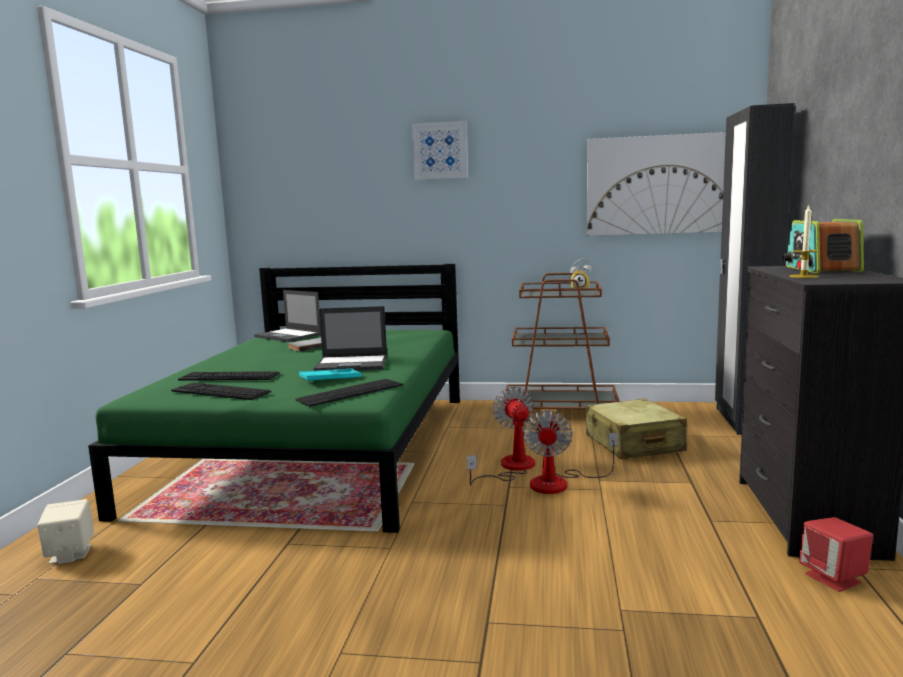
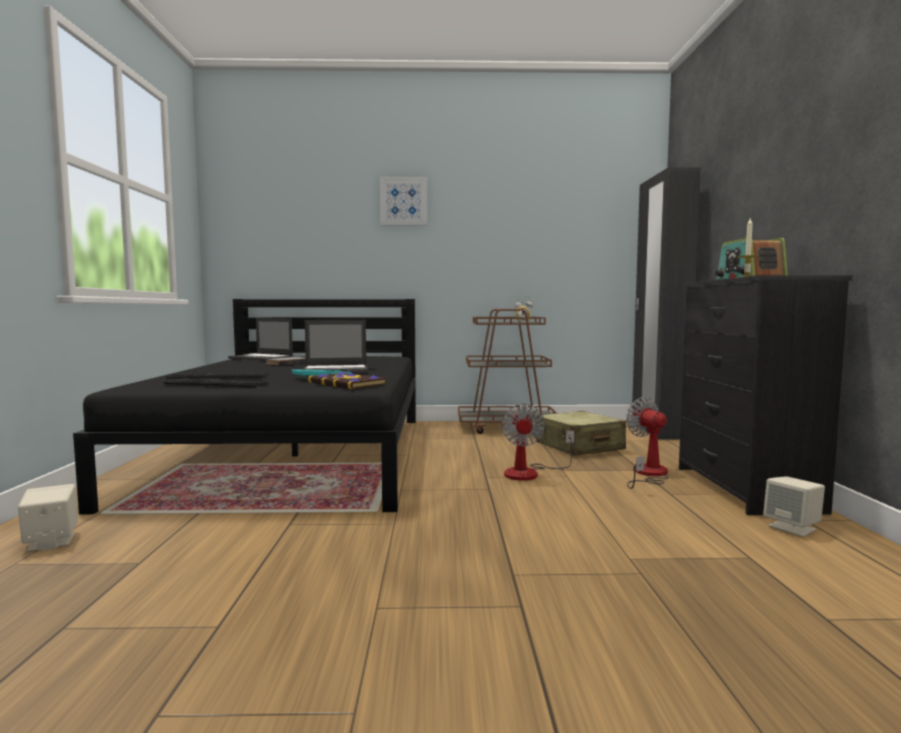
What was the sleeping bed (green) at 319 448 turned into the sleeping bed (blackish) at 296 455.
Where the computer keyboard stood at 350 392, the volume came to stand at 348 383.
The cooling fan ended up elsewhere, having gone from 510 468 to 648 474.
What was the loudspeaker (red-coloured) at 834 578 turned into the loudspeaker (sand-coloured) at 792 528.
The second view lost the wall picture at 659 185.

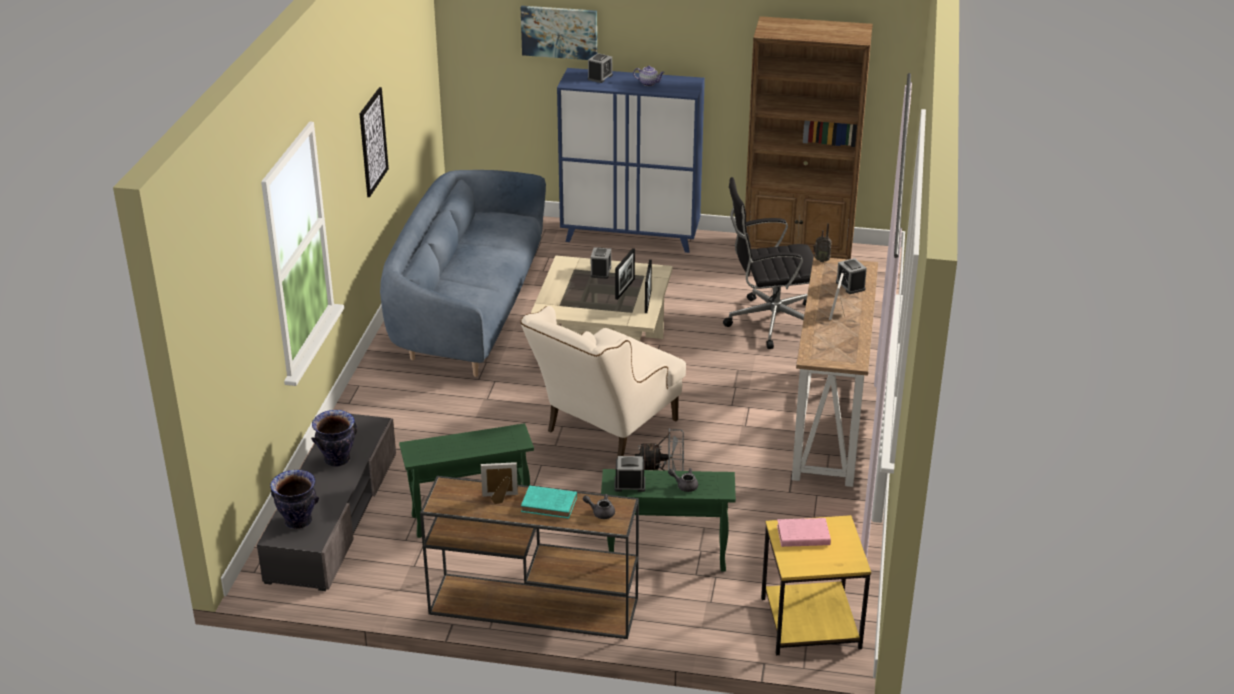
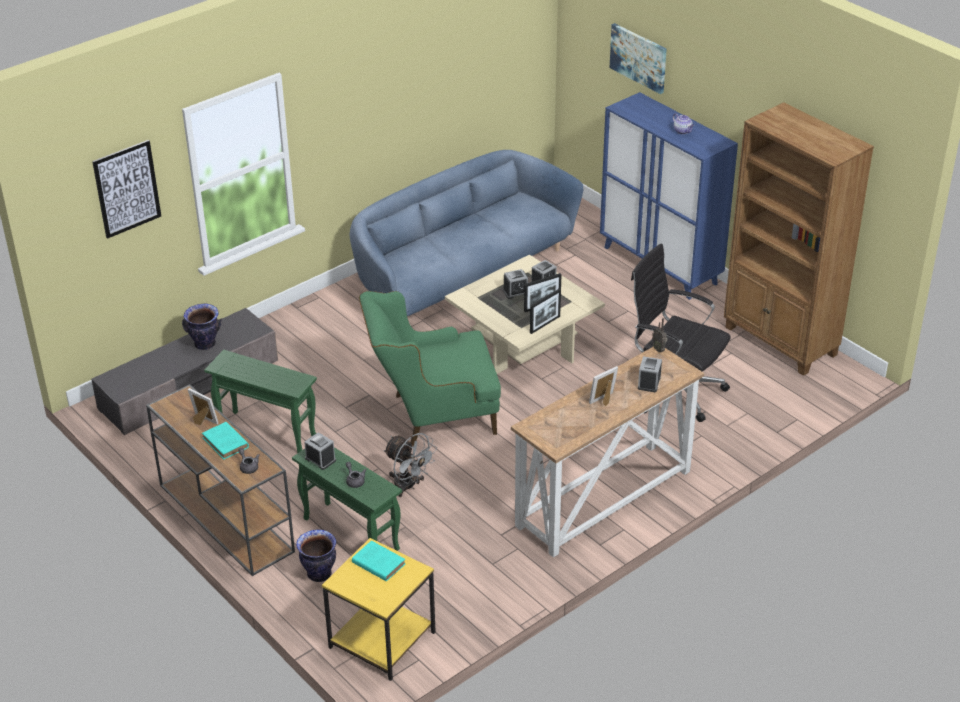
The wall picture ended up elsewhere, having gone from 373 142 to 127 189.
The flower vase ended up elsewhere, having gone from 298 521 to 319 574.
What was the volume (pink-coloured) at 801 535 turned into the volume (turquoise) at 377 563.
What was the lounge chair (sand-coloured) at 604 432 turned into the lounge chair (green) at 432 416.
The table clock ended up elsewhere, having gone from 600 77 to 515 292.

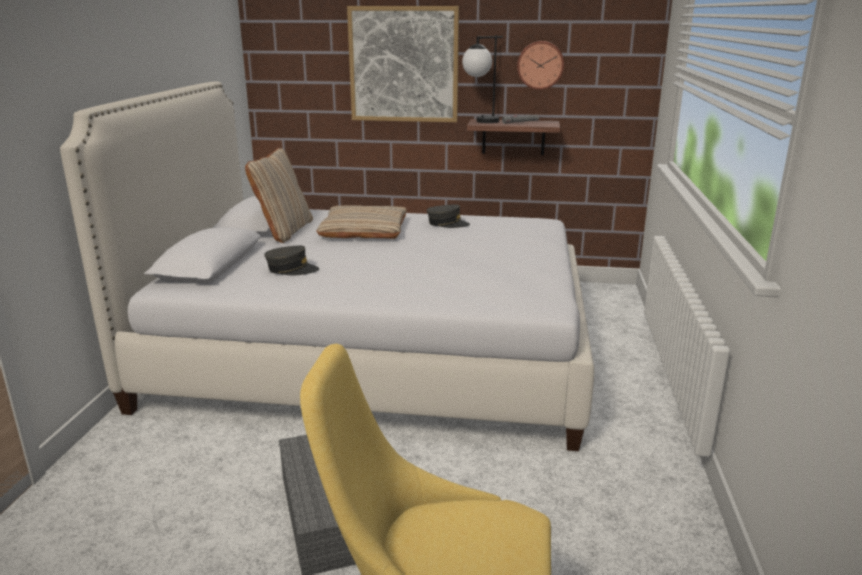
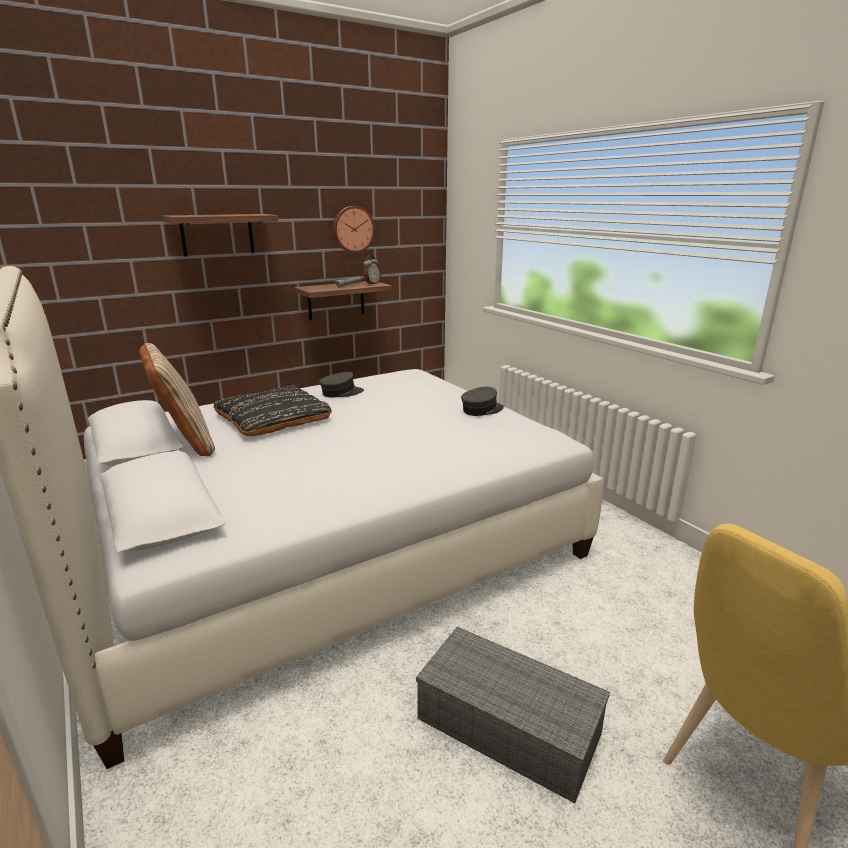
Where the wall picture hung at 403 64, the wall shelf came to hang at 217 234.
What was the pillow (sand-coloured) at 363 230 turned into the pillow (blackish) at 273 418.
The second view gained the table clock at 372 284.
The cap (greyish) ended up elsewhere, having gone from 291 269 to 482 410.
The second view lost the table lamp at 480 122.

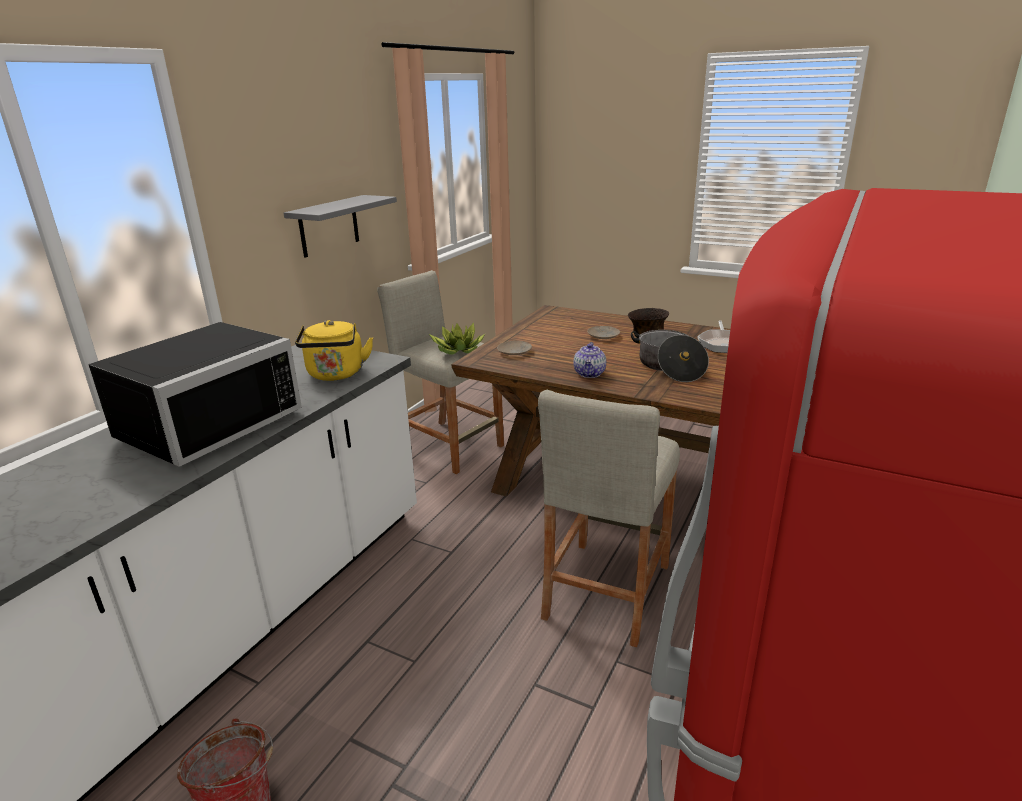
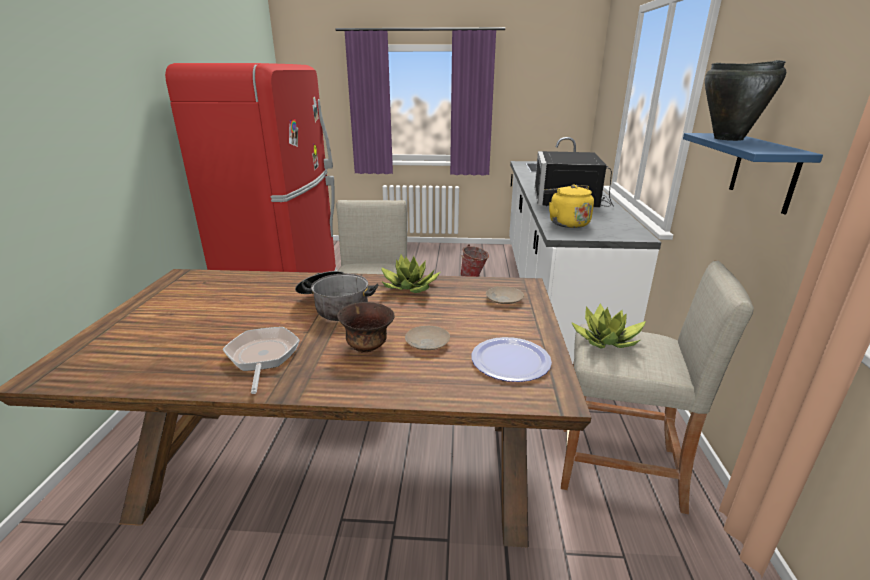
Where the tea pot stood at 590 374, the potted plant came to stand at 409 287.
The second view gained the plate at 511 361.
What was the wall shelf (greyish) at 329 226 turned into the wall shelf (blue) at 764 172.
The second view gained the cooking pot (blackish) at 729 139.

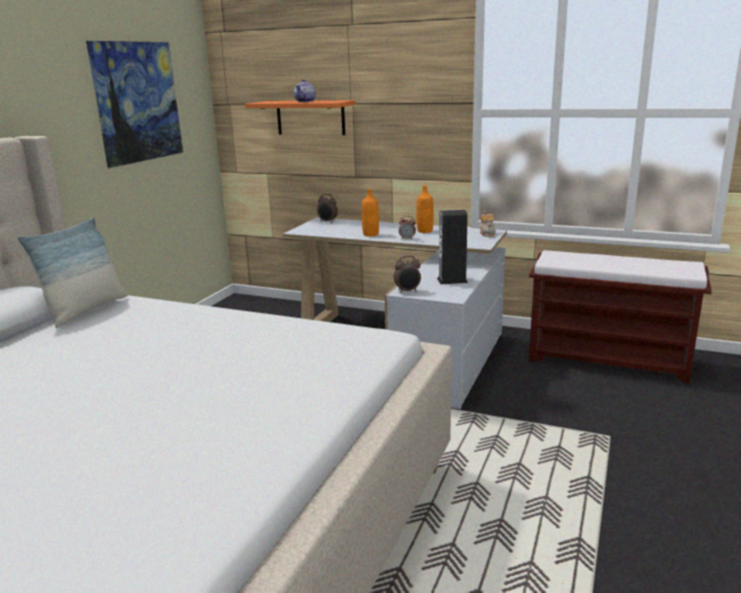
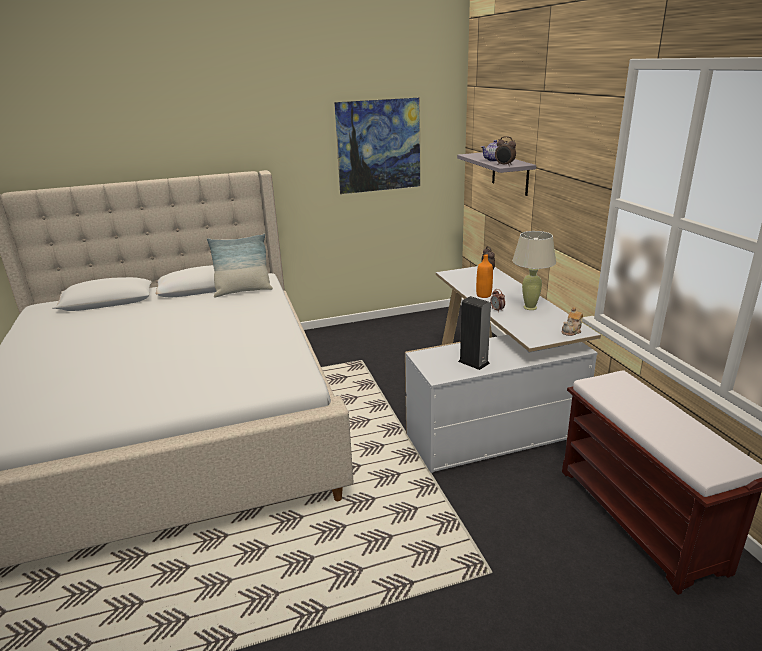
What was the wall shelf (orange) at 310 117 turned into the wall shelf (greyish) at 510 173.
The table clock ended up elsewhere, having gone from 407 291 to 504 165.
Where the bottle (orange) stood at 425 231, the table lamp (sand-coloured) came to stand at 530 307.

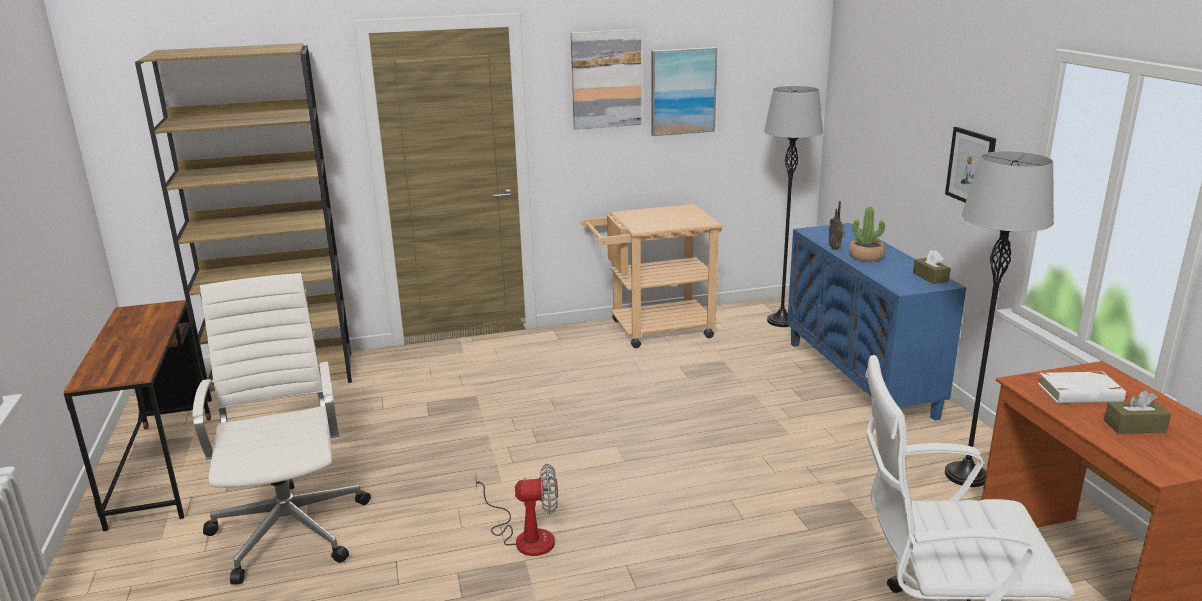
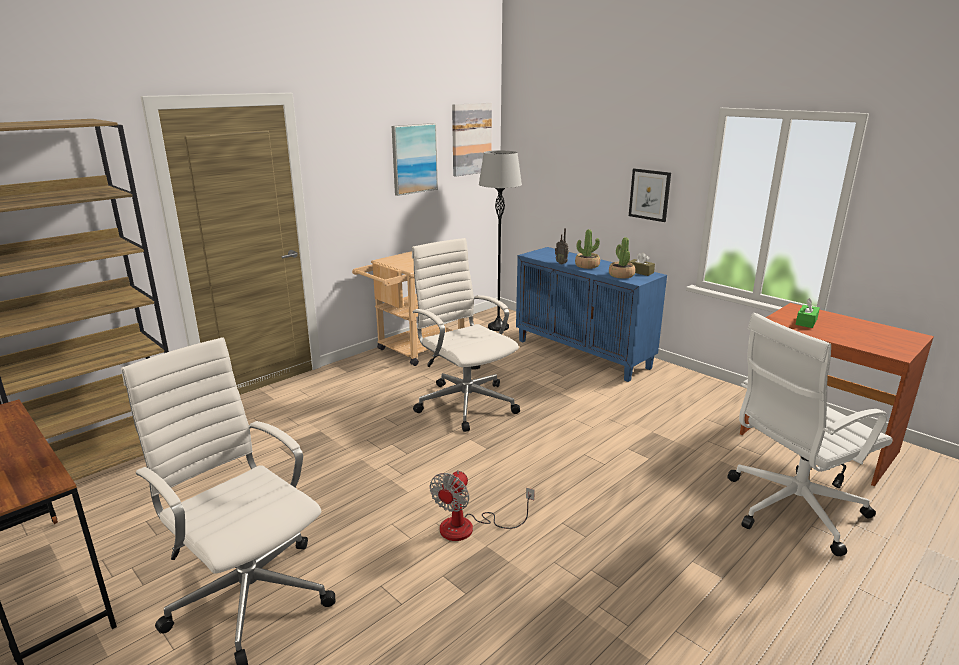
The second view gained the desk chair (whitish) at 465 402.
The cooling fan at 525 536 ended up facing another way, 150 degrees clockwise from before.
The wall picture ended up elsewhere, having gone from 606 79 to 471 139.
The second view gained the potted plant at 621 275.
Where the volume (whitish) stood at 1080 393, the box of tissues (green) came to stand at 806 322.
The second view lost the floor lamp (greyish) at 965 475.
The second view lost the box of tissues (brown) at 1134 426.

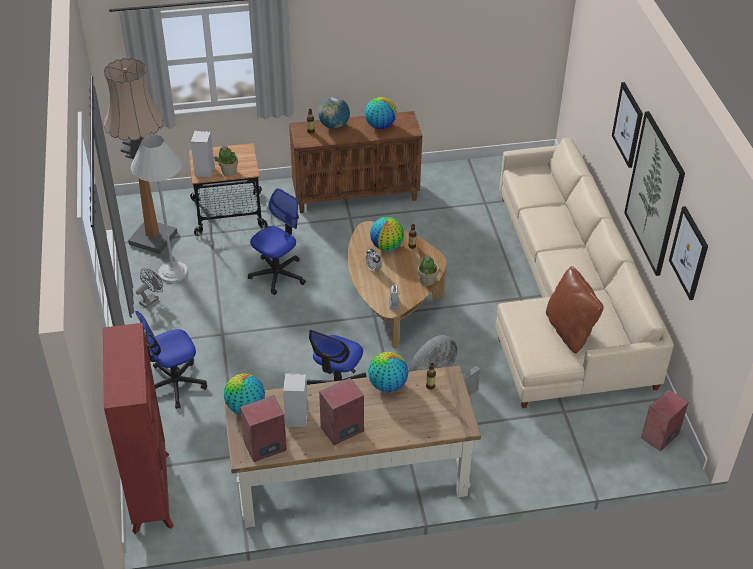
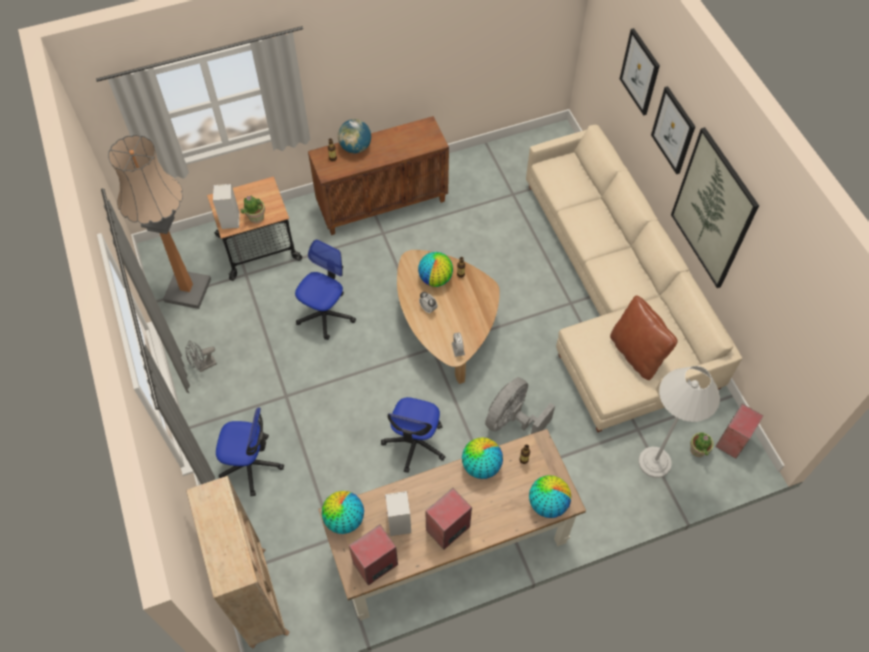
The cooling fan (greyish) at 151 299 ended up facing another way, 150 degrees counterclockwise from before.
What was the bookshelf (red-coloured) at 151 491 turned into the bookshelf (sand-coloured) at 258 596.
The desk chair at 174 384 ended up facing another way, 135 degrees counterclockwise from before.
The world globe ended up elsewhere, having gone from 380 126 to 547 503.
The wall picture ended up elsewhere, having gone from 689 253 to 640 72.
The floor lamp (whitish) ended up elsewhere, having gone from 173 272 to 654 462.
The potted plant ended up elsewhere, having gone from 427 280 to 698 450.

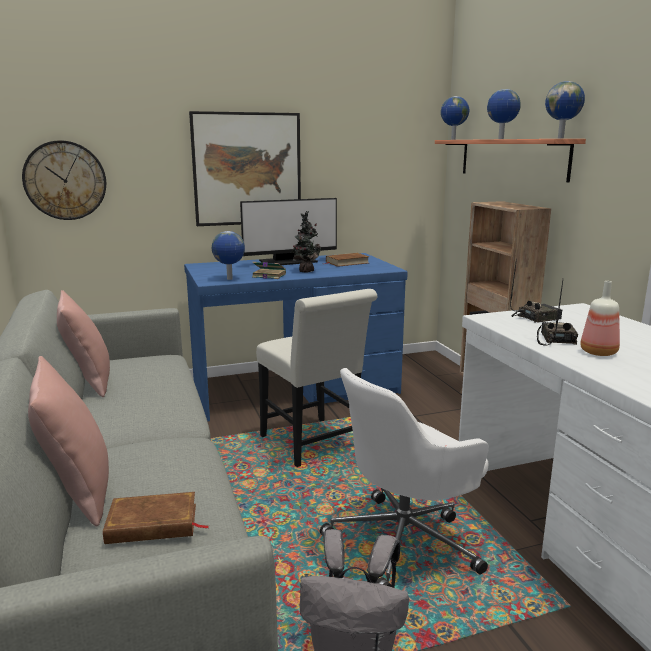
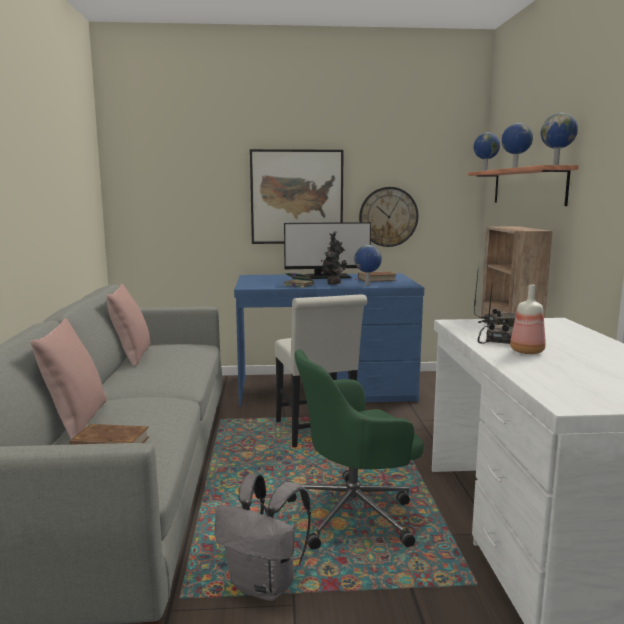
What was the desk chair (whitish) at 405 542 turned into the desk chair (green) at 354 514.
The world globe ended up elsewhere, having gone from 229 279 to 367 285.
The hanging clock ended up elsewhere, having gone from 65 180 to 388 217.

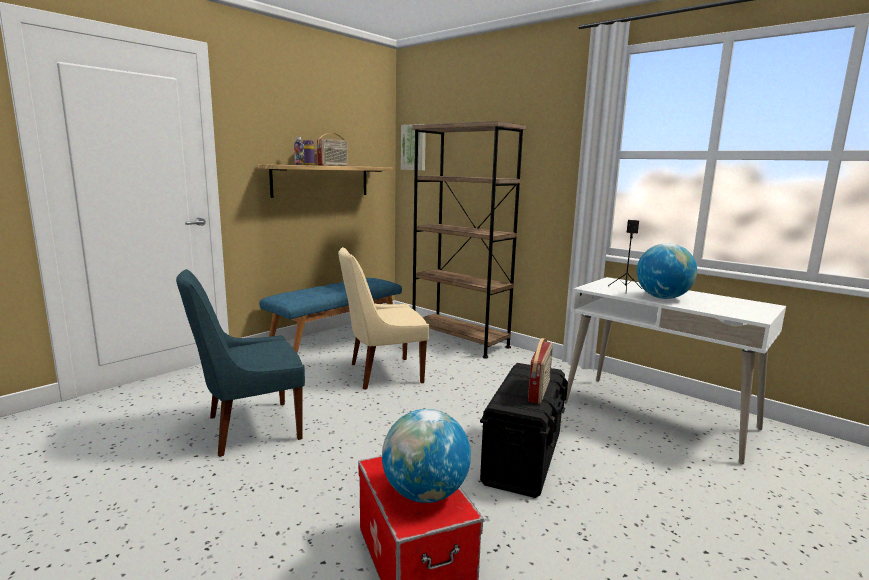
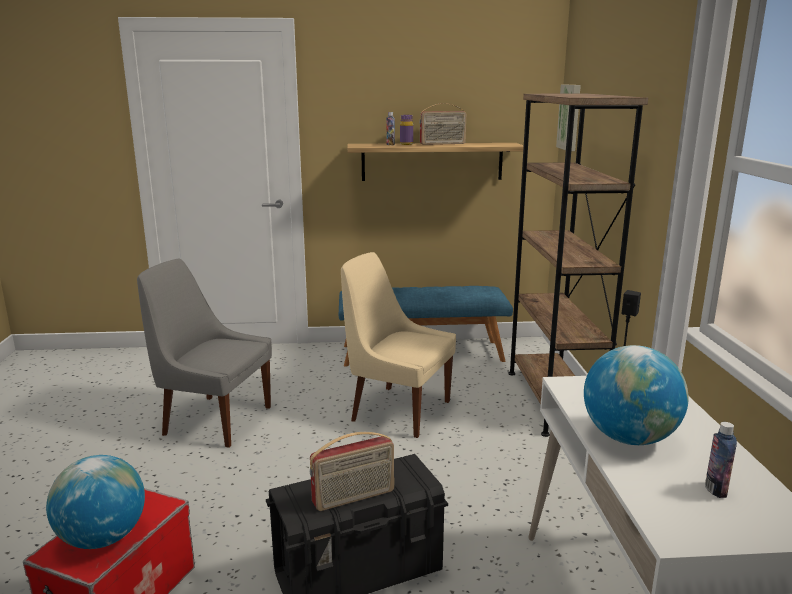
What was the plain chair (blue) at 249 428 turned into the plain chair (greyish) at 214 420.
The second view gained the bottle at 715 490.

